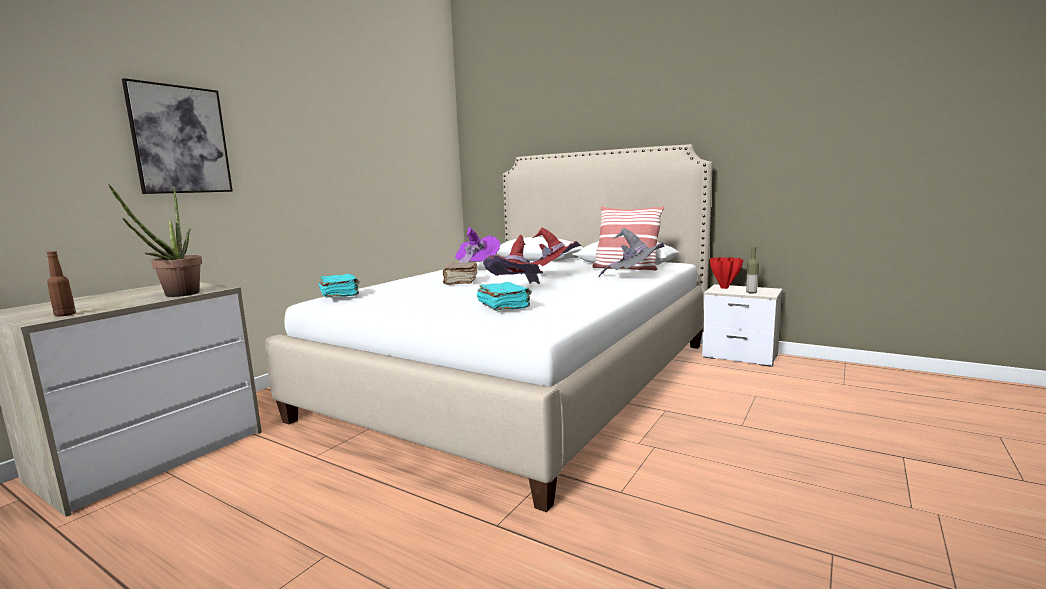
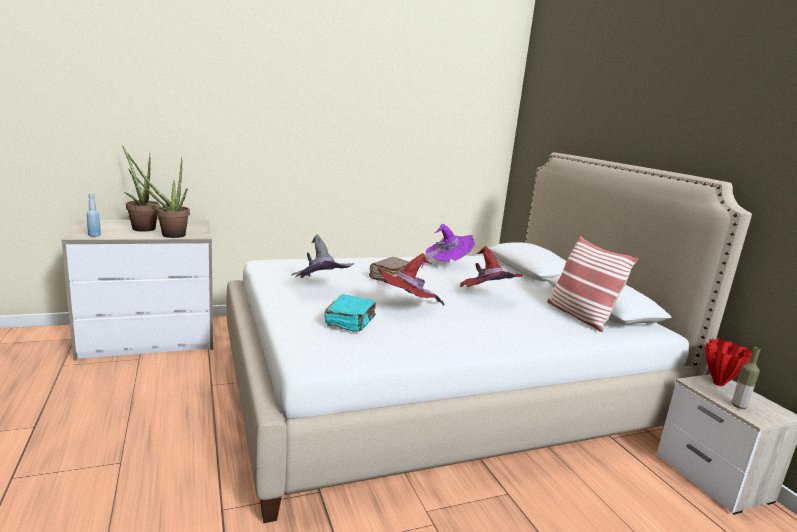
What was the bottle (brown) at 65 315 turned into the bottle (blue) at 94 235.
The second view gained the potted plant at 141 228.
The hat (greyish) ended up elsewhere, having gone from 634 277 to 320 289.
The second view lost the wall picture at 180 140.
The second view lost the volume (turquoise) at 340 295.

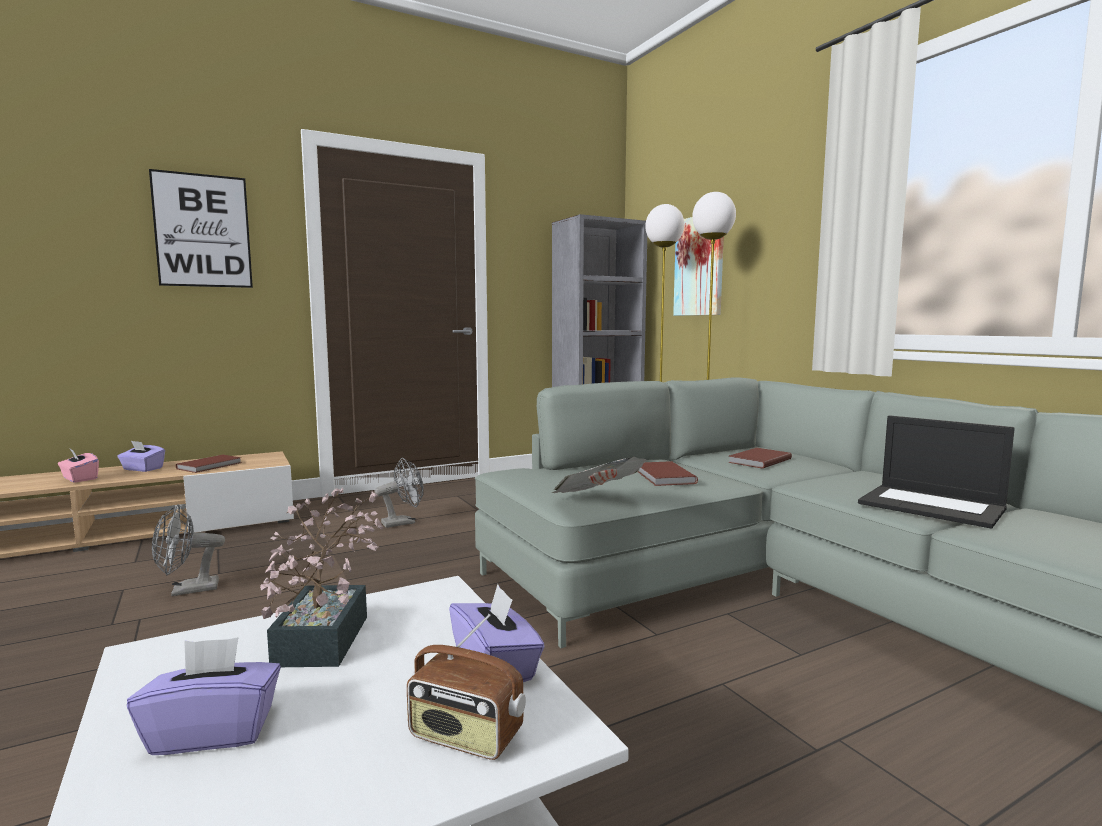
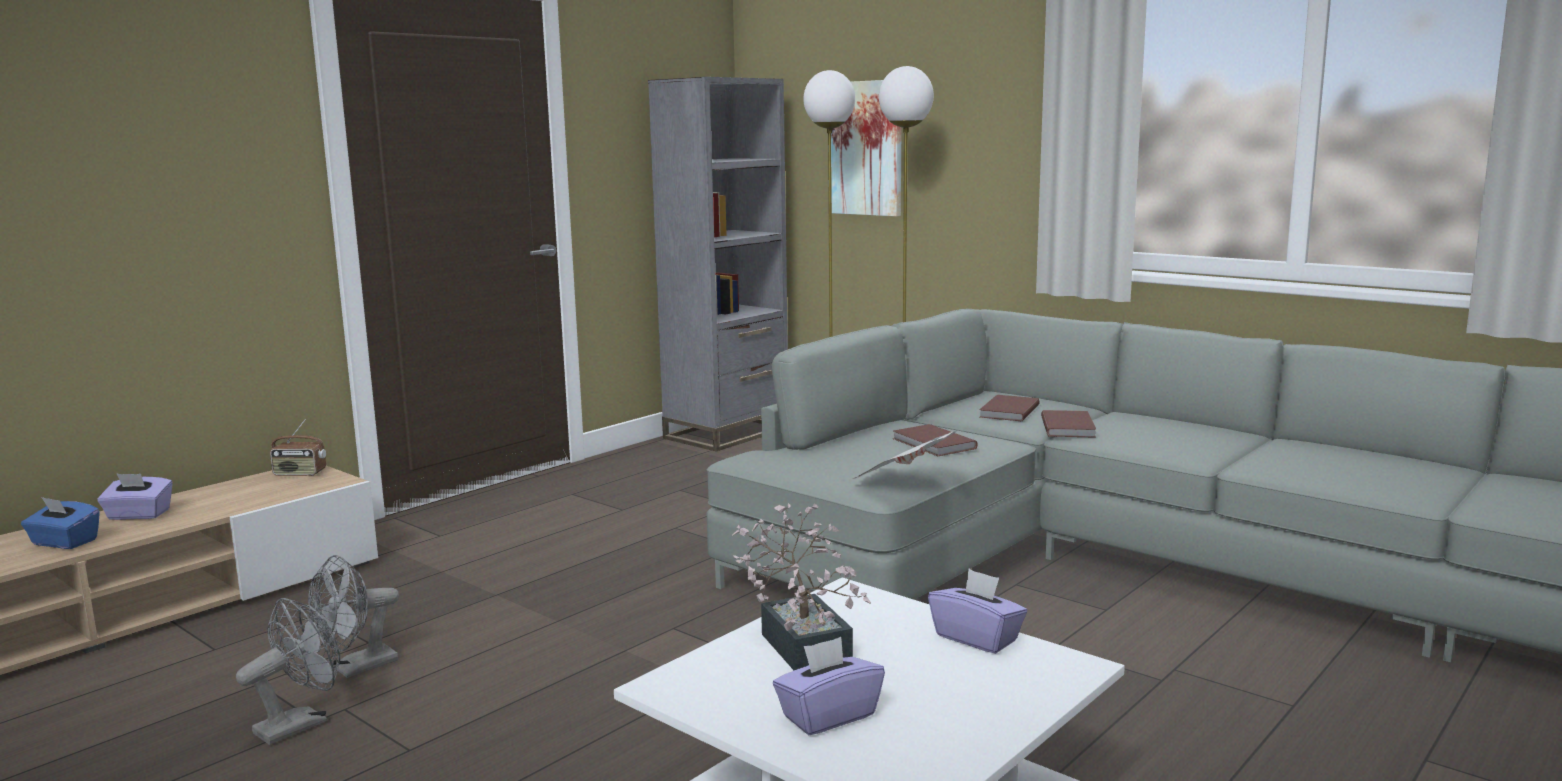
What was the box of tissues (pink-coloured) at 79 479 turned into the box of tissues (blue) at 64 543.
The cooling fan (greyish) ended up elsewhere, having gone from 403 522 to 300 723.
The radio receiver ended up elsewhere, having gone from 465 737 to 299 474.
The volume (brown) ended up elsewhere, having gone from 211 466 to 1069 427.
The second view lost the wall picture at 203 231.
The second view lost the portable computer at 933 506.

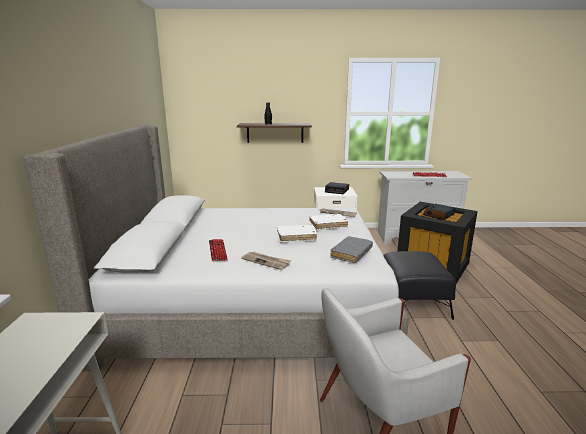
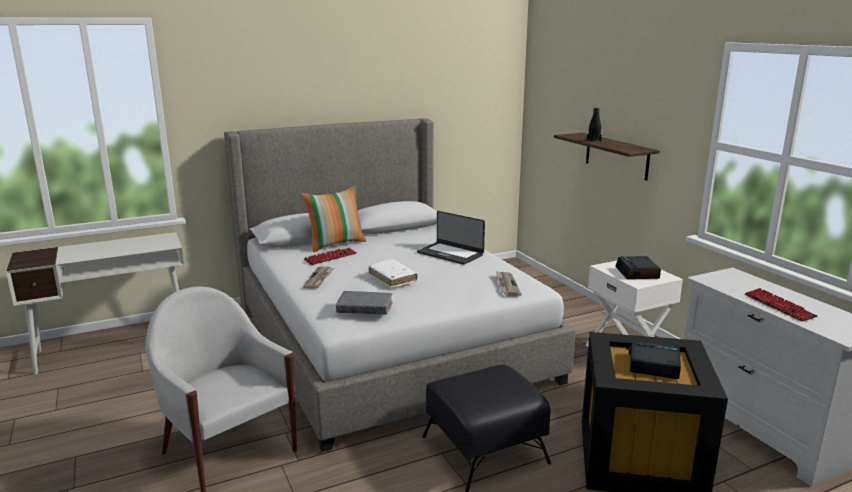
The second view gained the pillow at 336 244.
The second view gained the portable computer at 450 253.
The second view lost the volume (whitish) at 328 225.

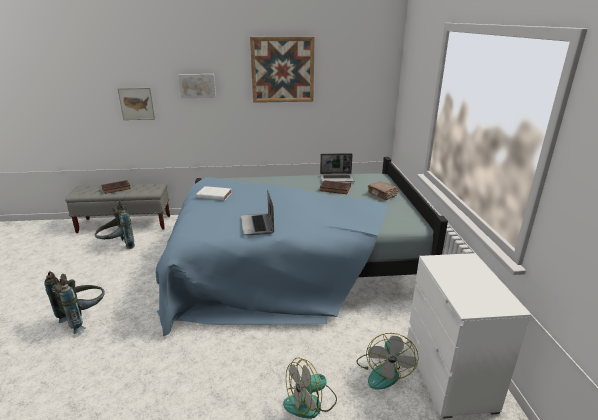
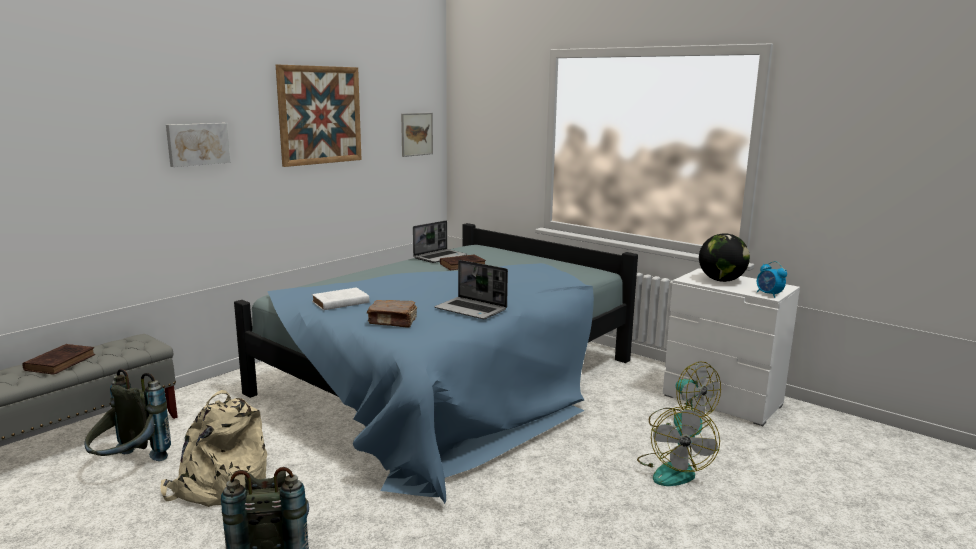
The second view gained the knapsack (sand-coloured) at 219 485.
The volume (brown) ended up elsewhere, having gone from 382 195 to 393 322.
The wall picture ended up elsewhere, having gone from 137 104 to 416 134.
The second view gained the world globe at 721 280.
The second view gained the table clock at 769 294.

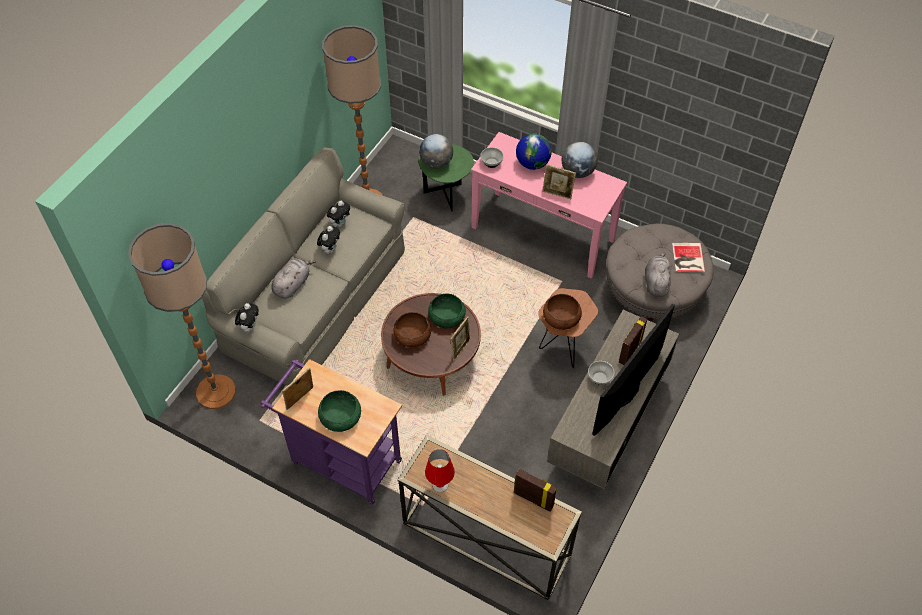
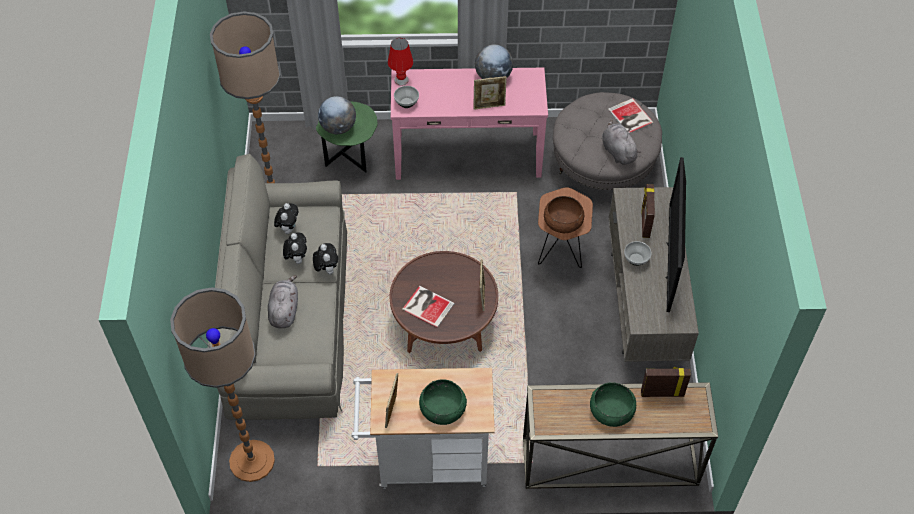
The plush toy ended up elsewhere, having gone from 249 326 to 326 269.
What was the cart (purple) at 341 460 turned into the cart (whitish) at 425 461.
The table lamp (red-coloured) ended up elsewhere, having gone from 440 485 to 401 80.
Where the bowl (brown) stood at 412 335, the volume came to stand at 427 305.
The bowl (green) ended up elsewhere, having gone from 446 316 to 611 410.
The second view lost the world globe at 532 163.

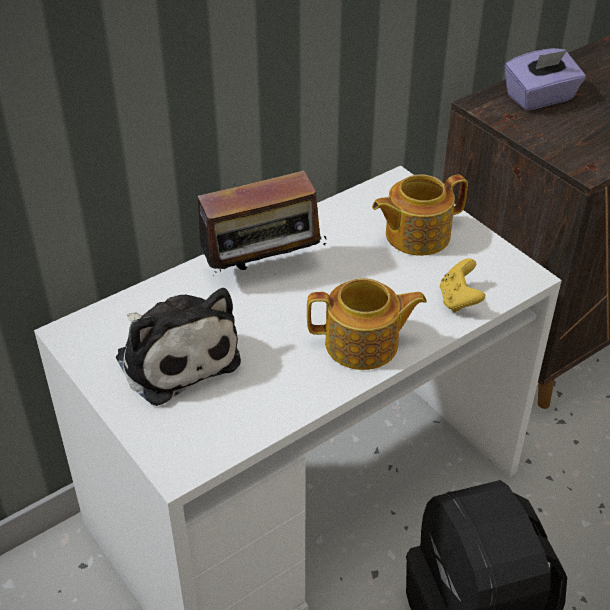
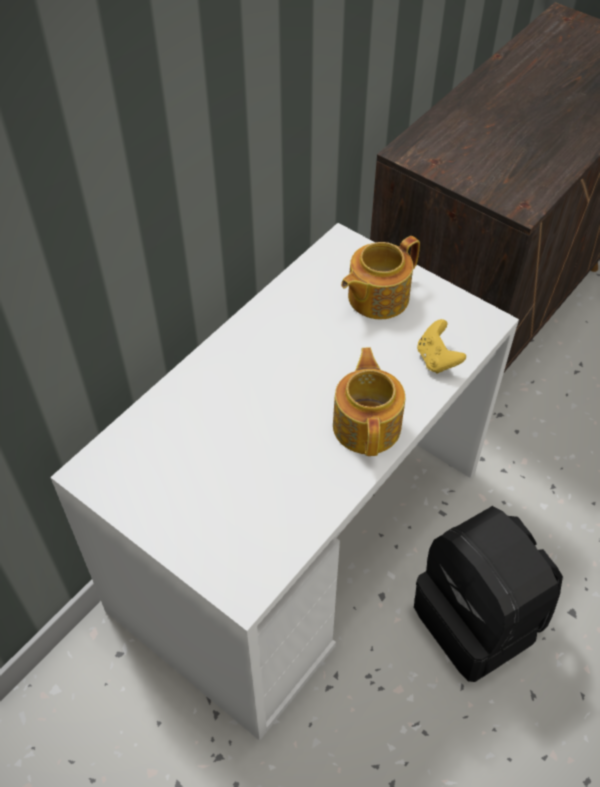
The tea pot at 363 344 ended up facing another way, 75 degrees counterclockwise from before.
The second view lost the plush toy at 175 356.
The second view lost the radio receiver at 263 270.
The second view lost the box of tissues (purple) at 540 98.

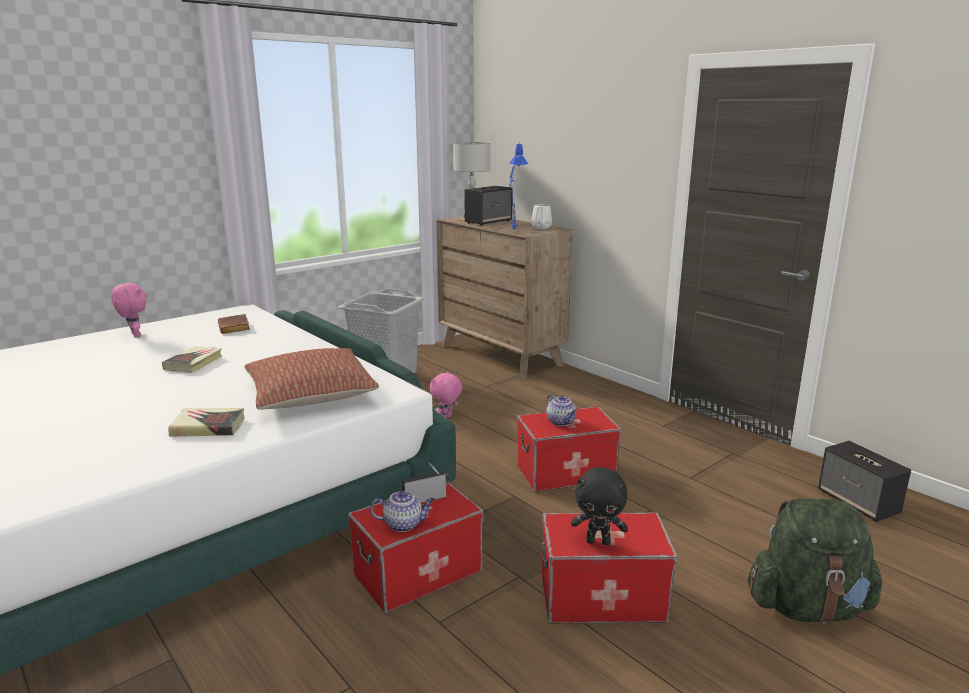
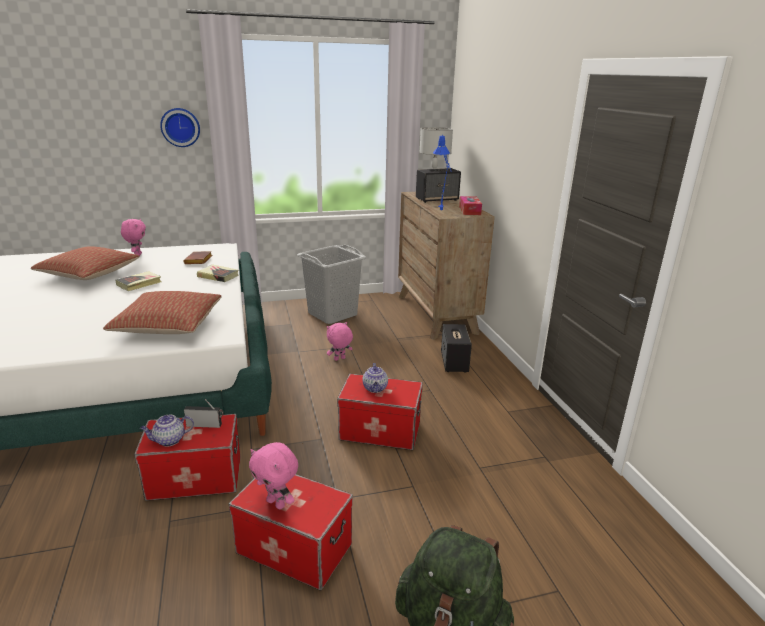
The second view gained the pillow at 89 274.
The tea pot at 404 524 ended up facing another way, 135 degrees clockwise from before.
The second view gained the hanging clock at 180 127.
The volume ended up elsewhere, having gone from 208 427 to 218 276.
What was the plush toy (blackish) at 598 541 turned into the plush toy (pink-coloured) at 277 503.
The loudspeaker ended up elsewhere, having gone from 858 503 to 454 362.
Where the flower vase (whitish) stood at 540 227, the box of tissues came to stand at 469 211.

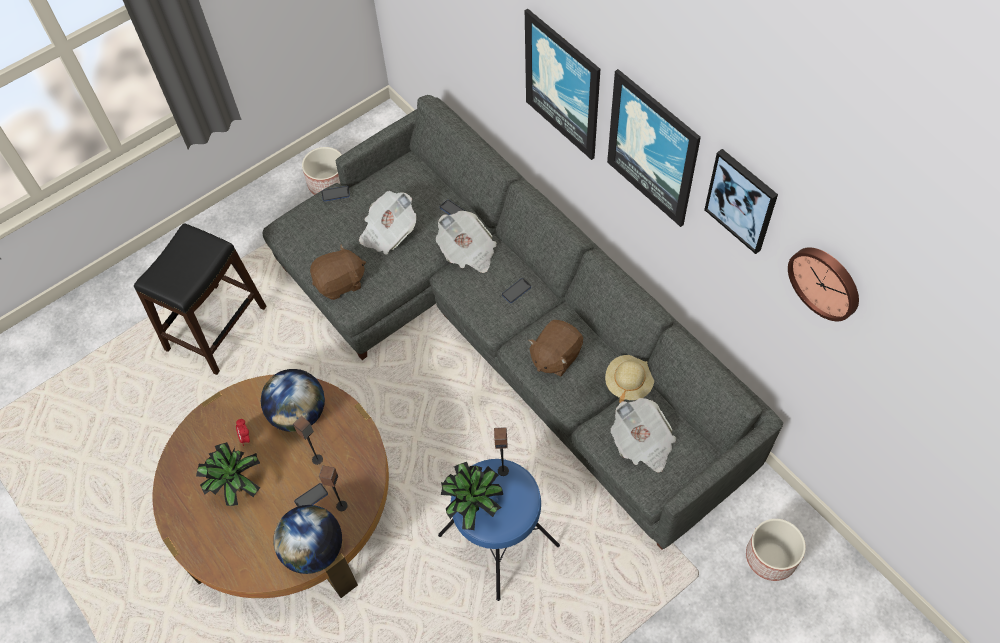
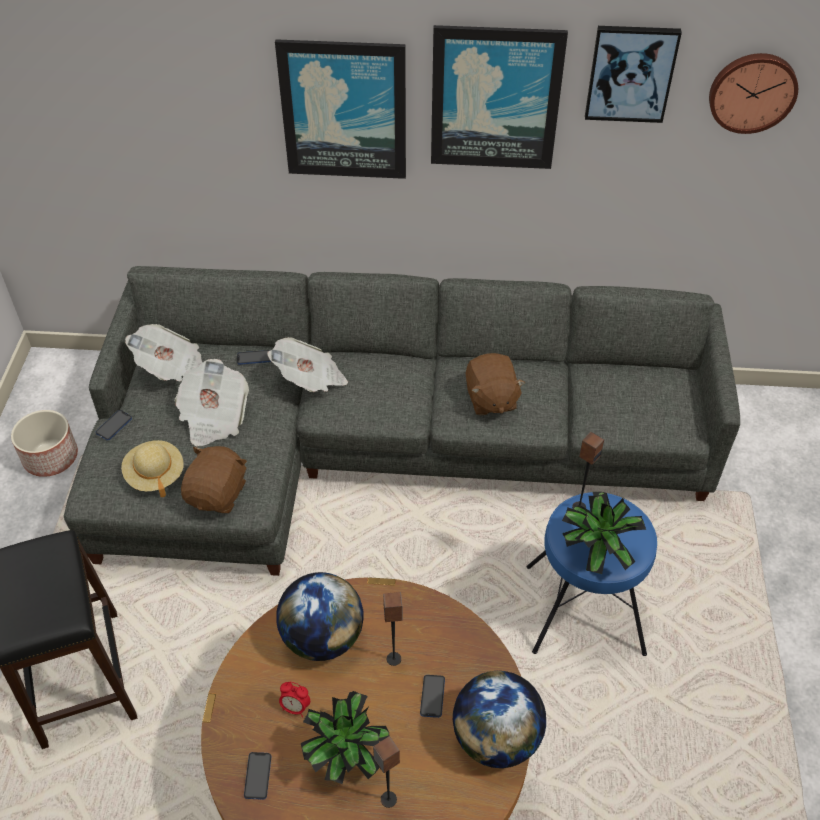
The hat (sand-coloured) ended up elsewhere, having gone from 628 383 to 155 475.
The printed paper ended up elsewhere, having gone from 642 443 to 172 368.
The phone ended up elsewhere, having gone from 516 291 to 258 776.
The loudspeaker ended up elsewhere, having gone from 341 506 to 388 799.
The second view lost the plant pot at 771 557.

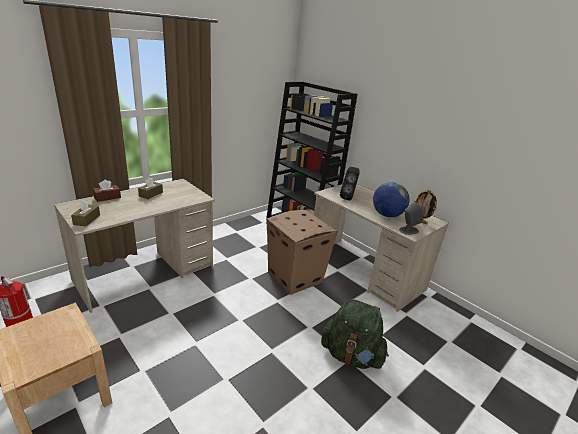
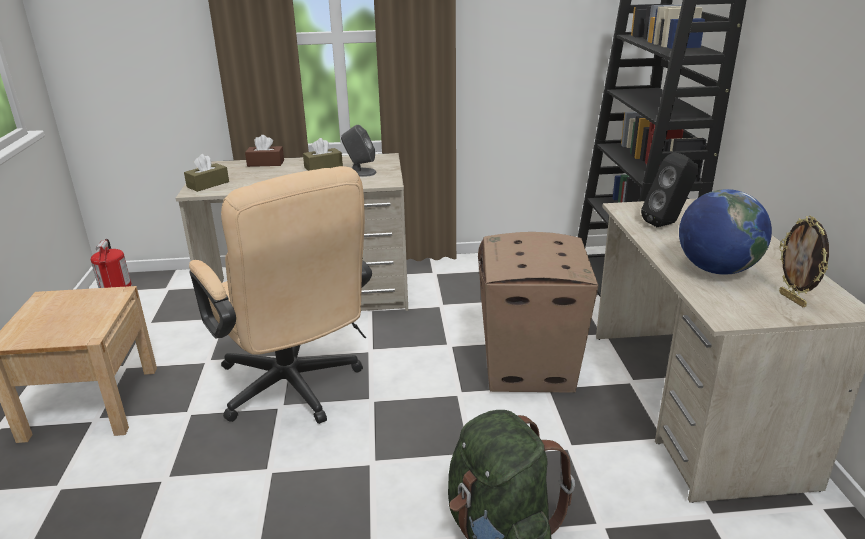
The second view gained the desk chair (sand-coloured) at 294 391.
The loudspeaker (greyish) ended up elsewhere, having gone from 408 230 to 359 172.

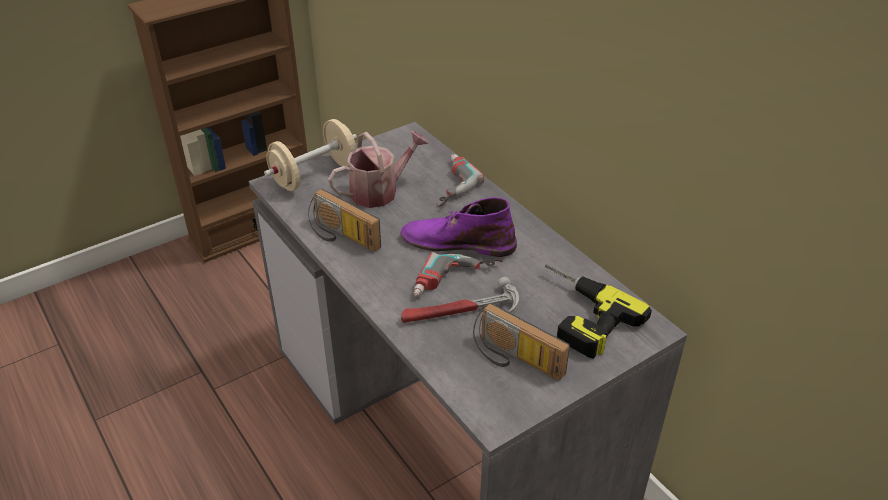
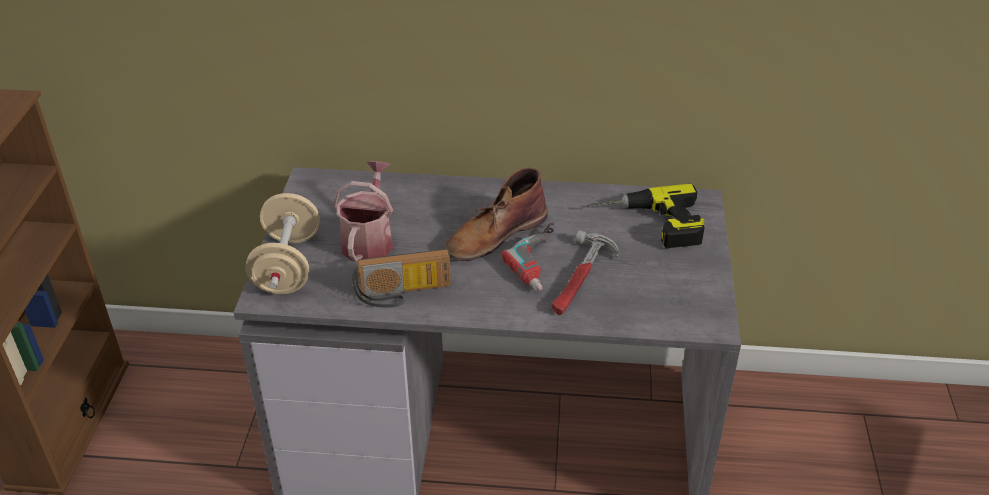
What was the high-top boot (purple) at 457 242 turned into the high-top boot (brown) at 495 234.
The second view lost the drill at 447 184.
The second view lost the radio receiver at 514 359.

